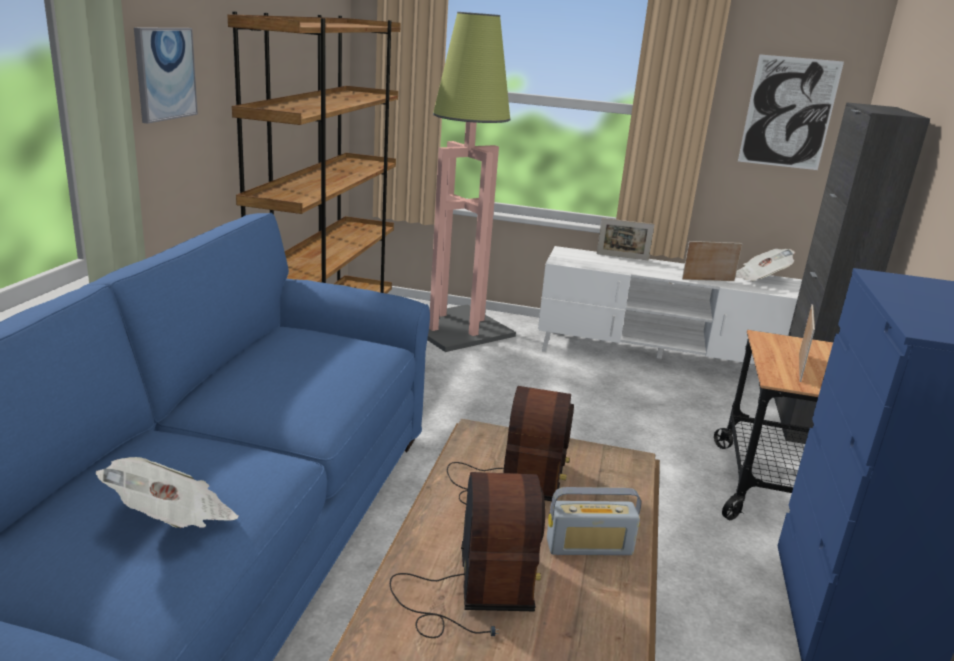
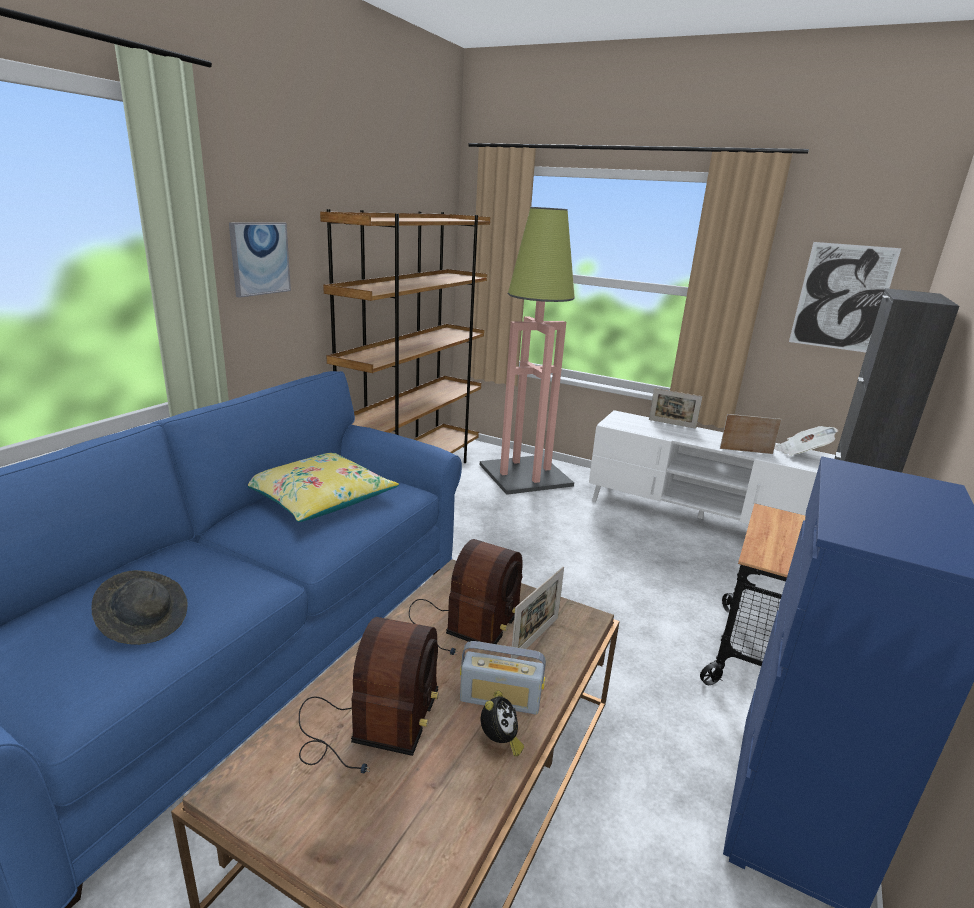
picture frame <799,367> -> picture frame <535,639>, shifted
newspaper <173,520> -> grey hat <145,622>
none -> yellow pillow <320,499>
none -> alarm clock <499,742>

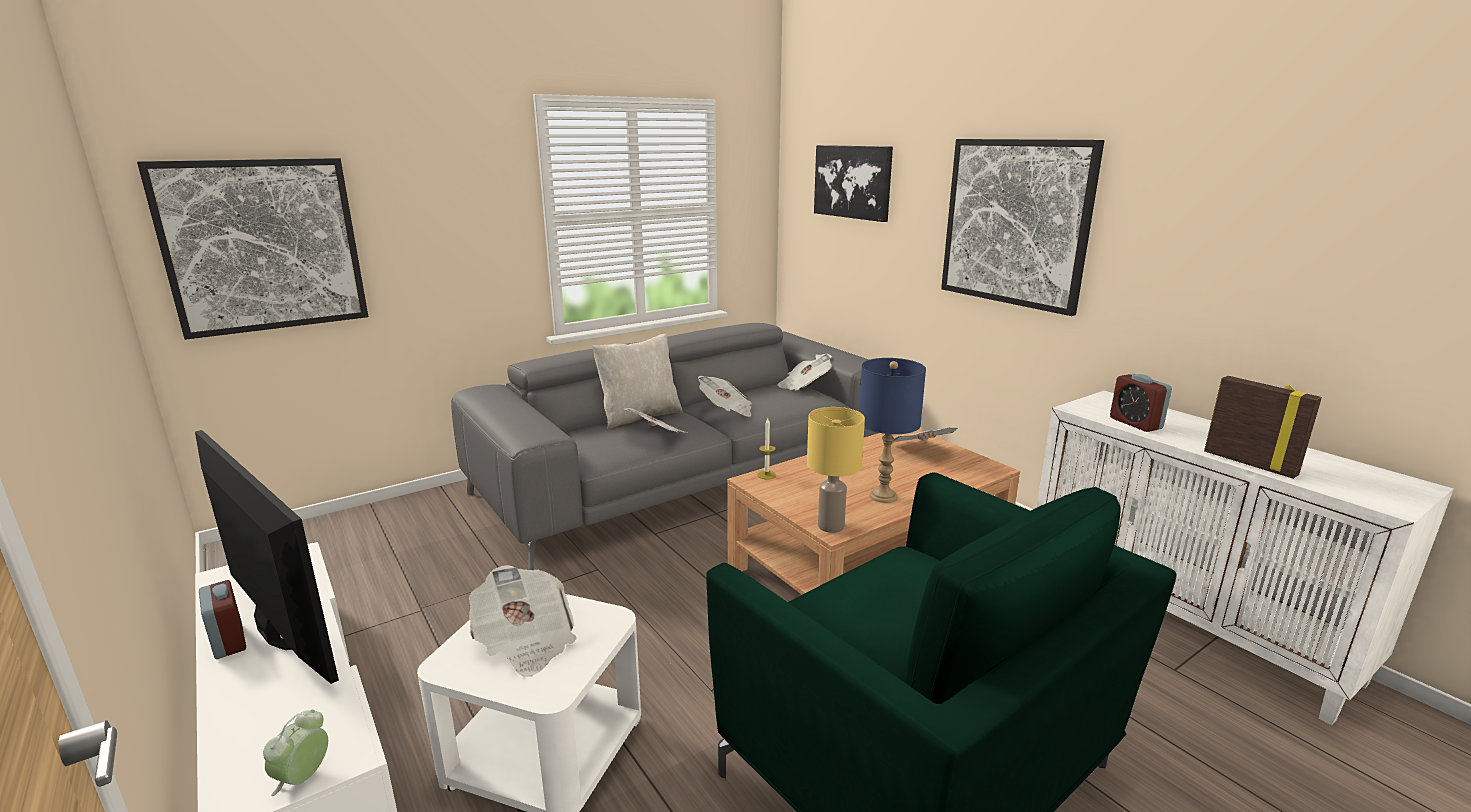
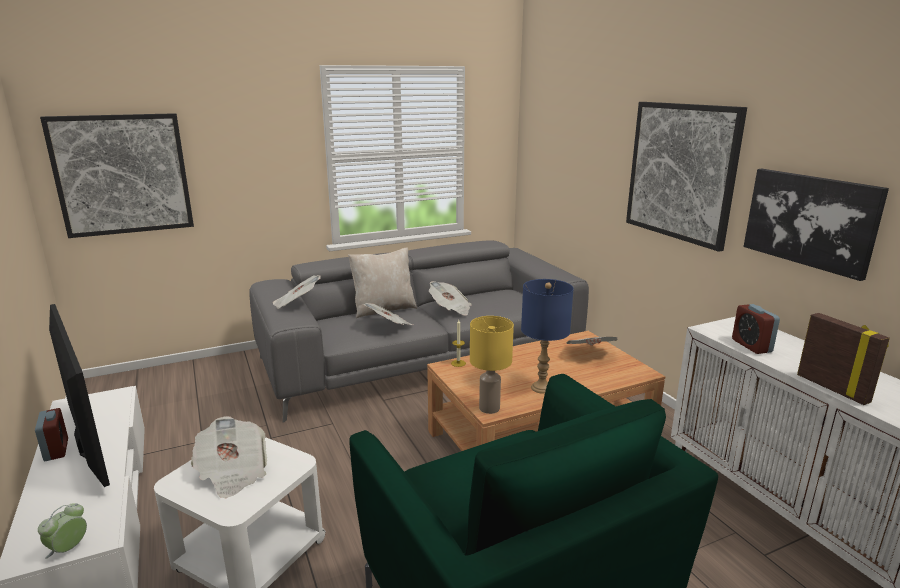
picture <853,182> -> picture <810,220>, shifted
newspaper <804,386> -> newspaper <296,304>, shifted

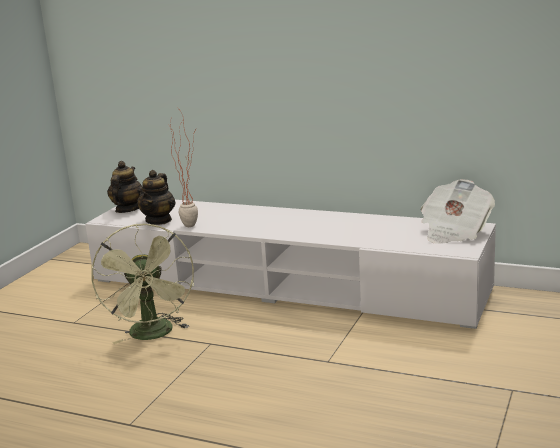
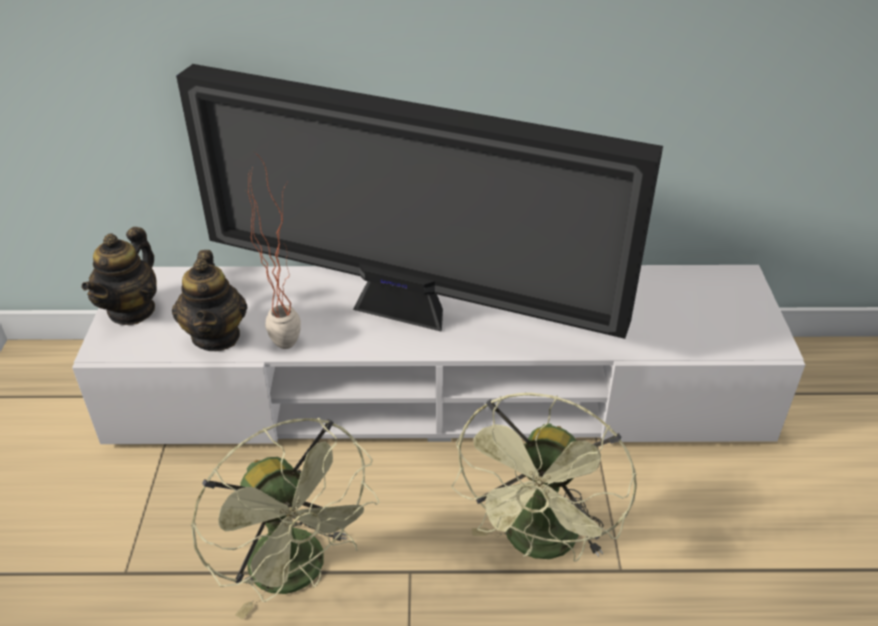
teapot <127,209> -> teapot <132,310>, 150 degrees counterclockwise
newspaper <454,231> -> none
none -> television <408,314>
none -> green fan <540,545>

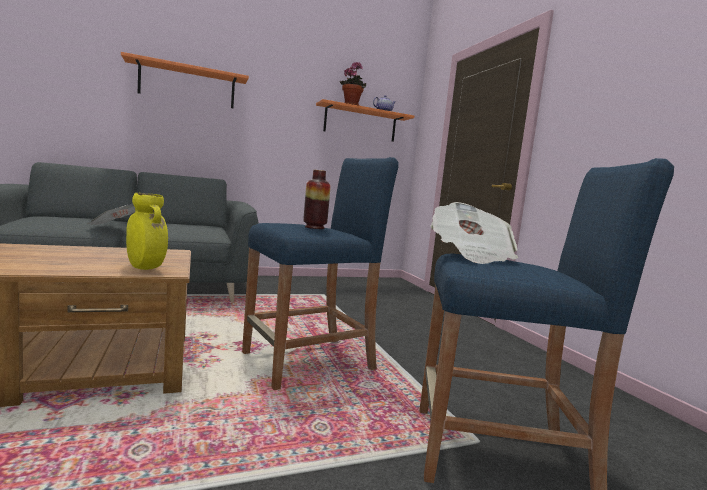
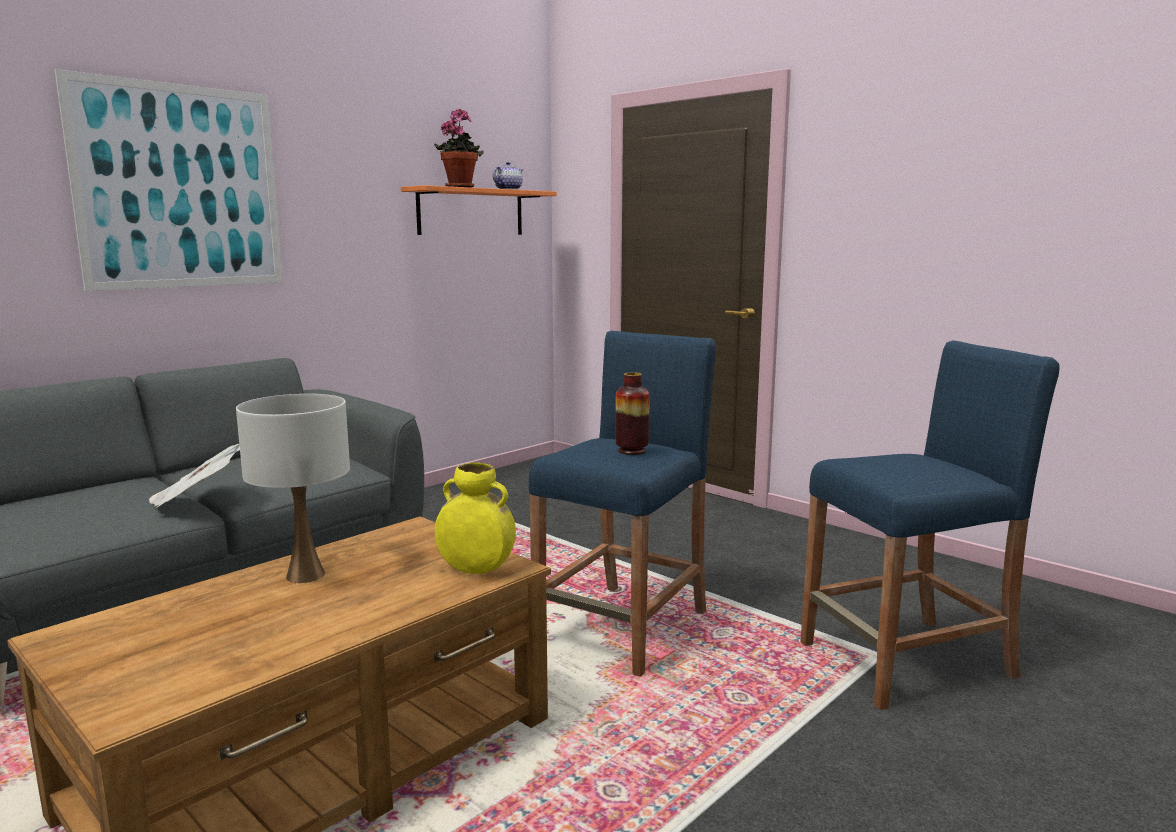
orange shelf <188,86> -> picture <180,187>
newspaper <470,256> -> none
none -> white table lamp <306,575>

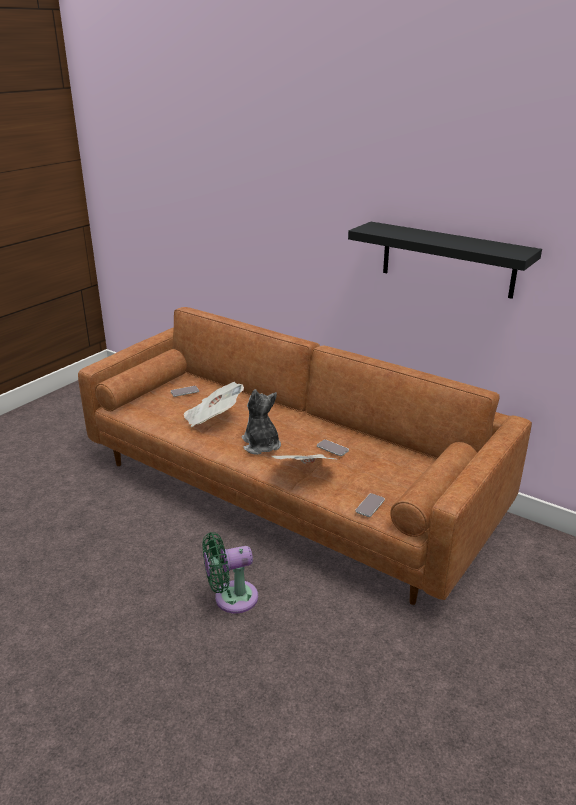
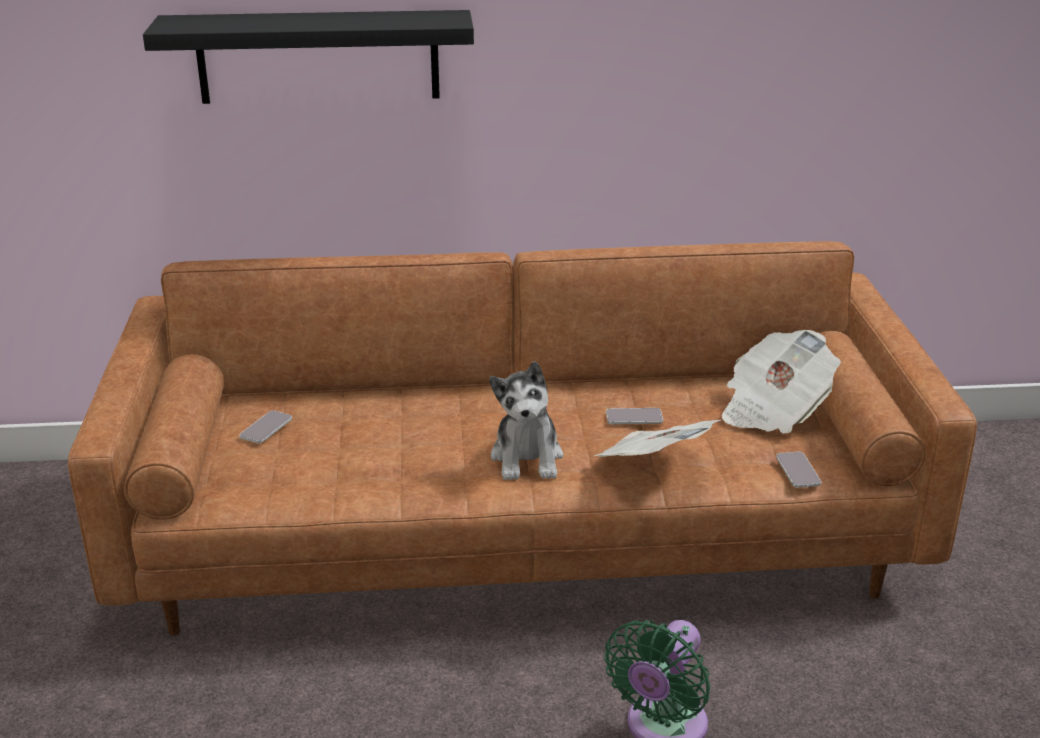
black shelf <447,259> -> black shelf <318,57>, shifted
newspaper <213,418> -> newspaper <774,409>, shifted
plush toy <261,445> -> plush toy <527,458>, 120 degrees counterclockwise

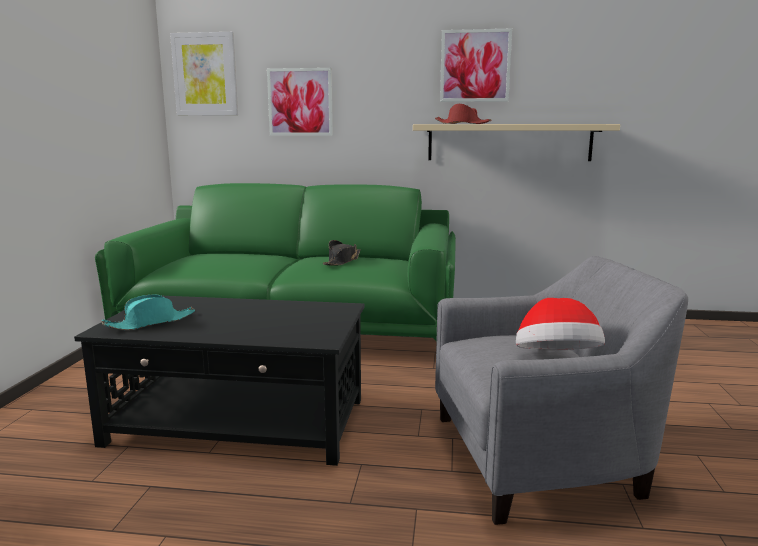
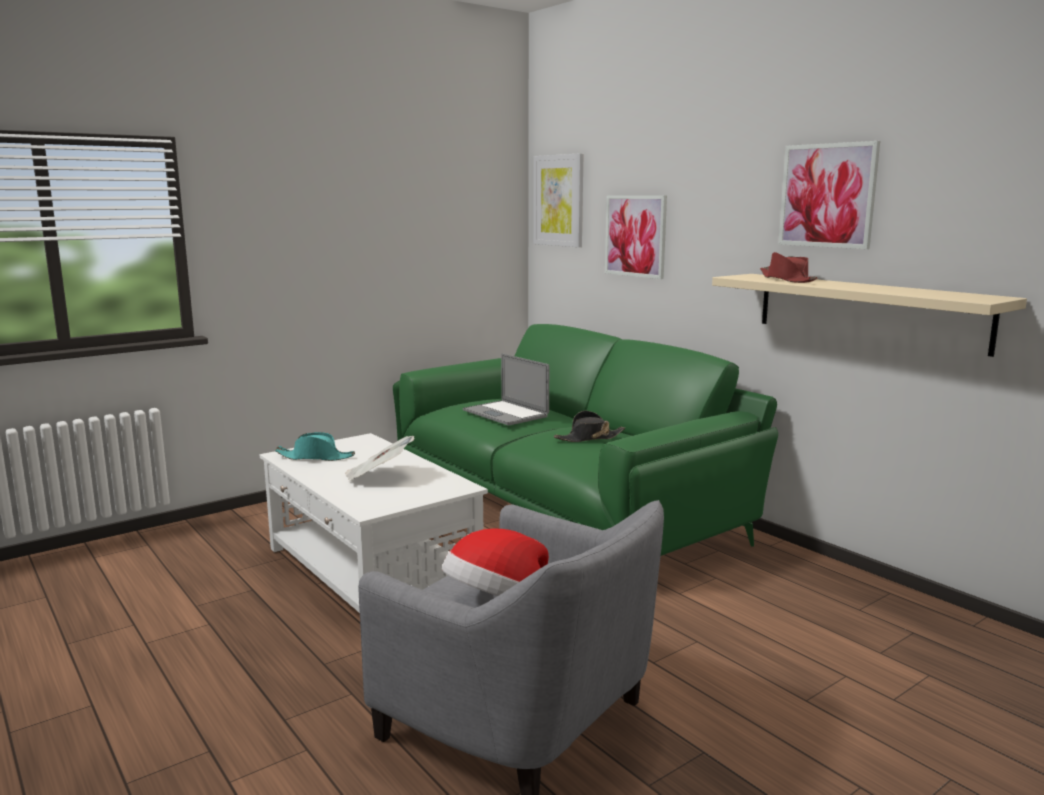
black coffee table <239,422> -> white coffee table <371,571>
none -> laptop <505,413>
none -> newspaper <378,477>

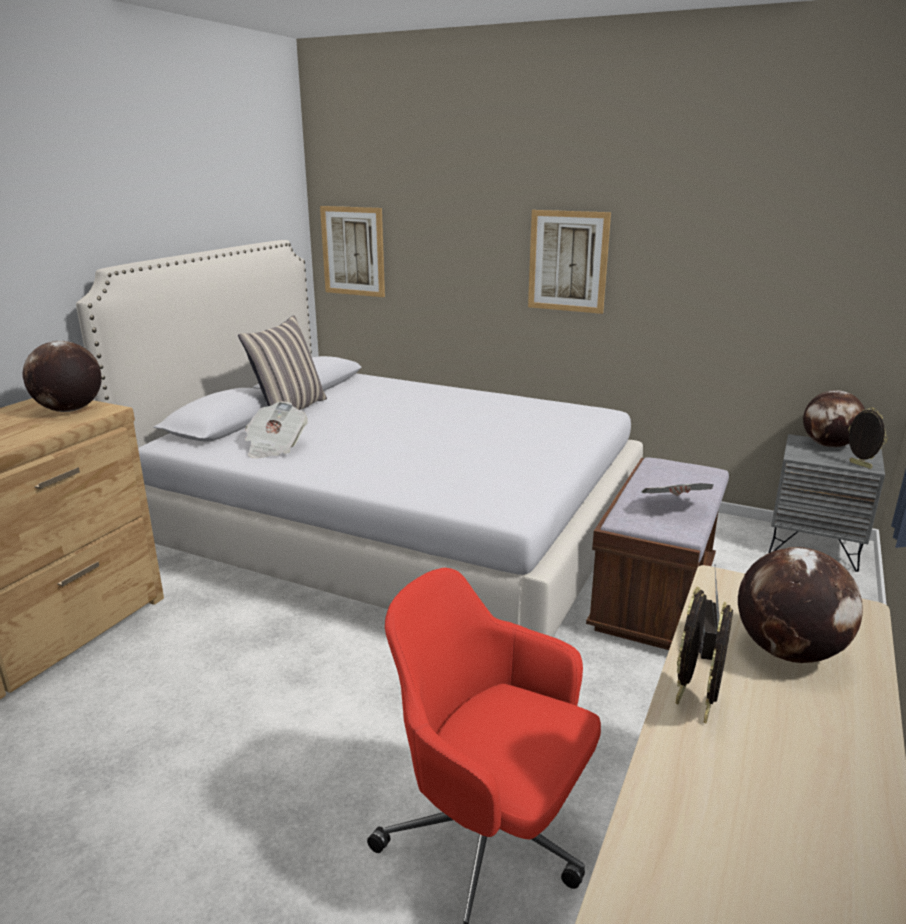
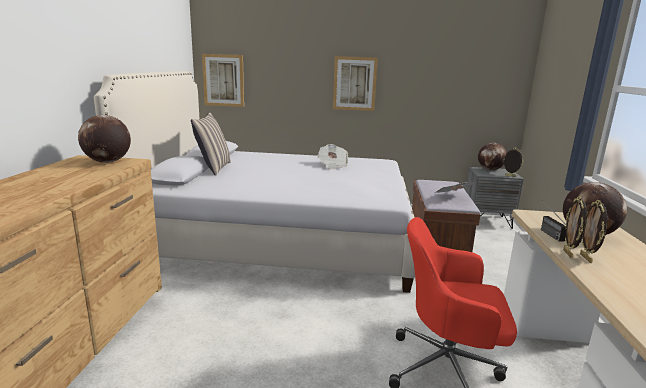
newspaper <275,447> -> newspaper <332,165>, shifted

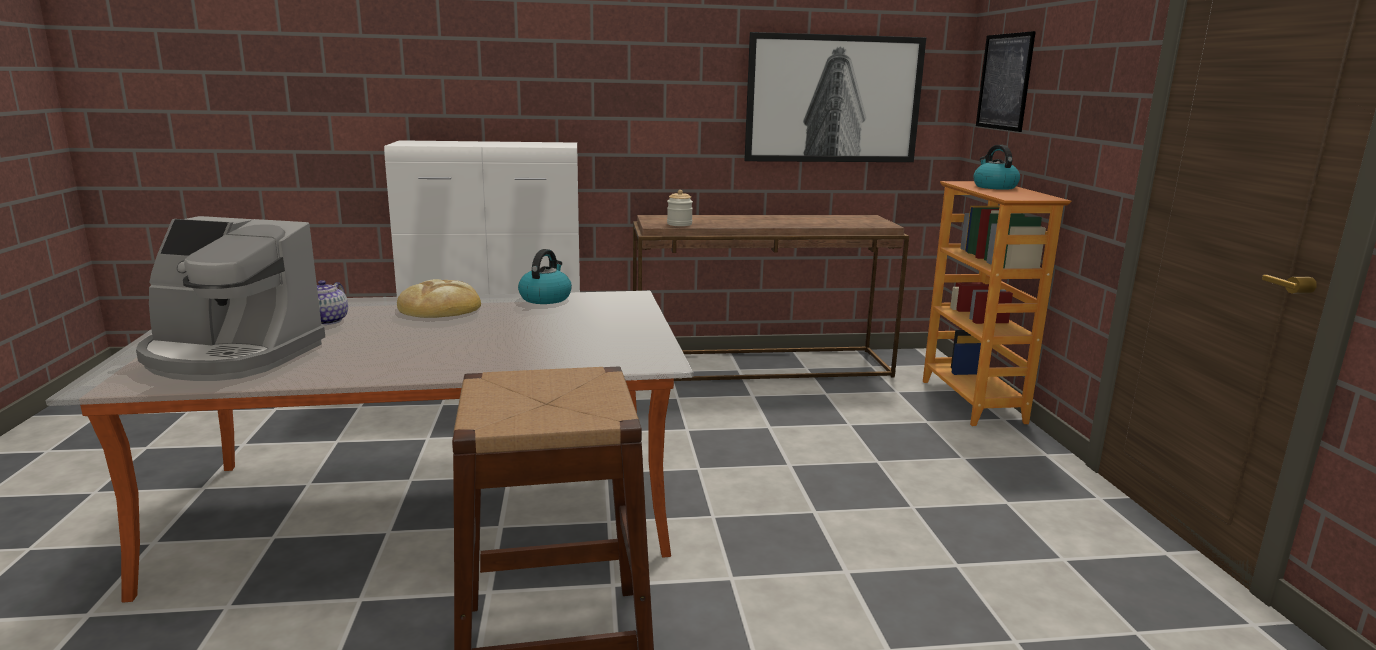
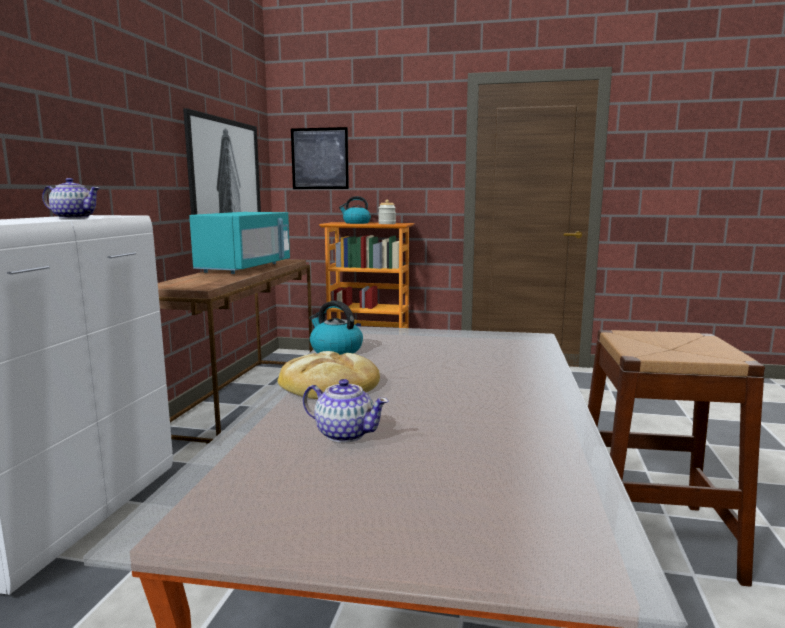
jar <679,224> -> jar <387,224>, shifted
coffee machine <230,355> -> none
none -> teapot <74,218>
none -> turquoise microwave <245,268>

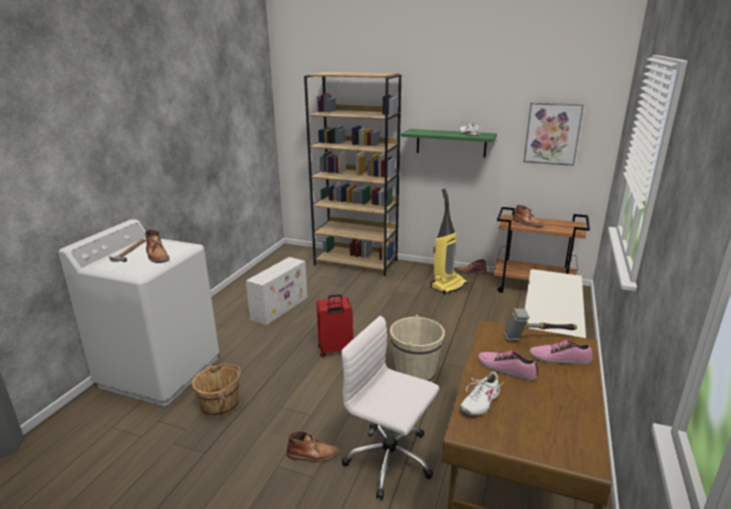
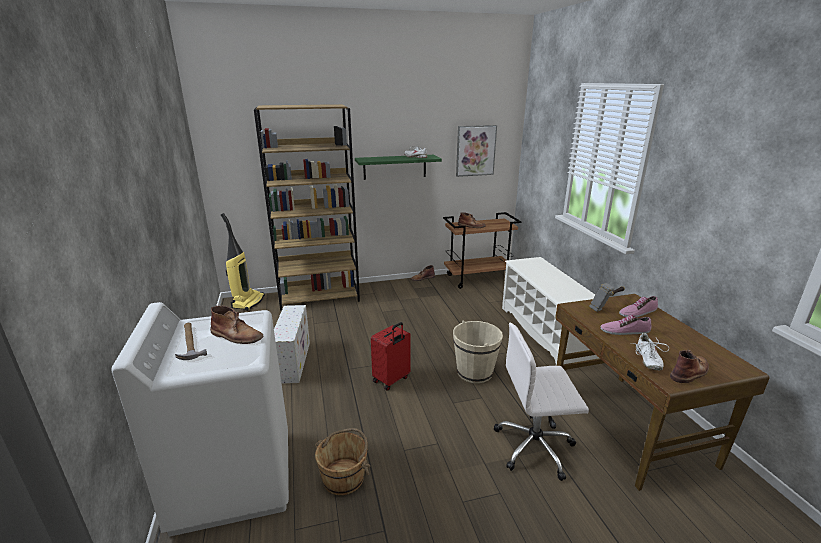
vacuum cleaner <448,285> -> vacuum cleaner <248,302>, shifted
brown boot <313,454> -> brown boot <690,372>, shifted

